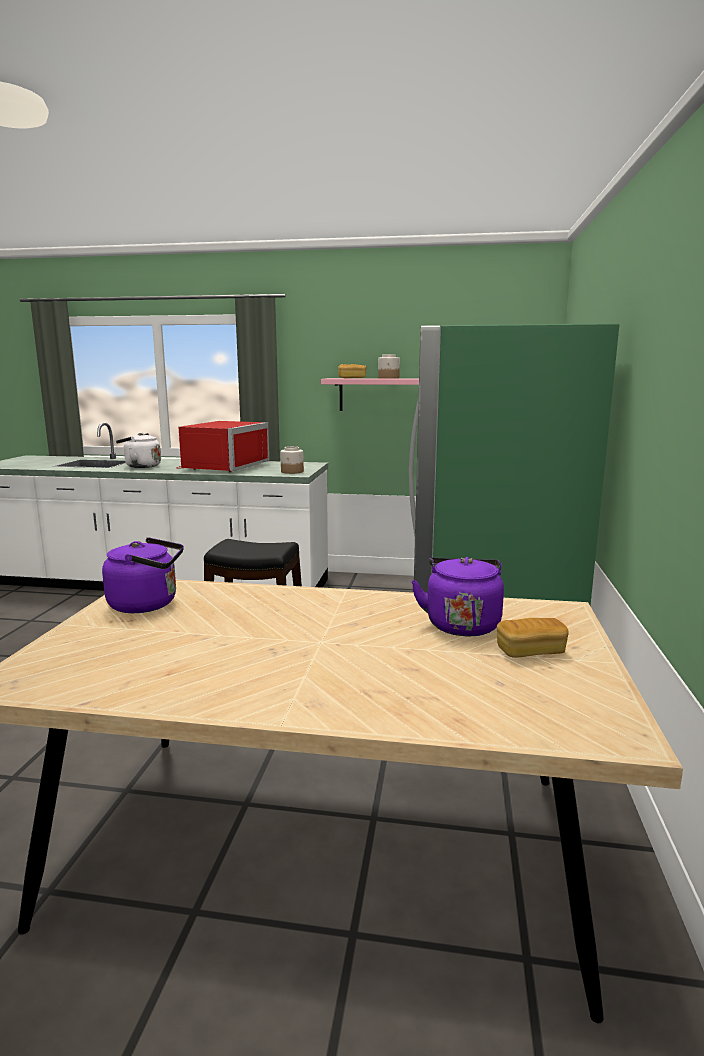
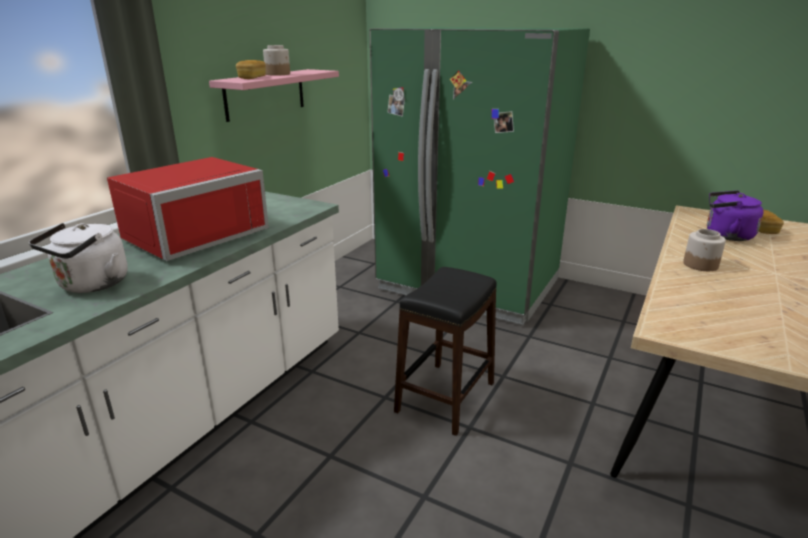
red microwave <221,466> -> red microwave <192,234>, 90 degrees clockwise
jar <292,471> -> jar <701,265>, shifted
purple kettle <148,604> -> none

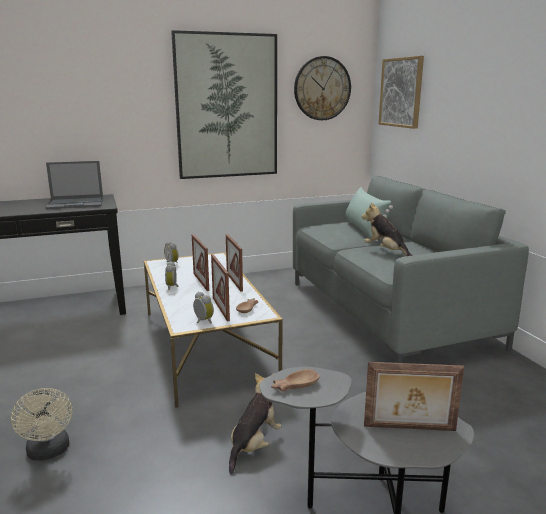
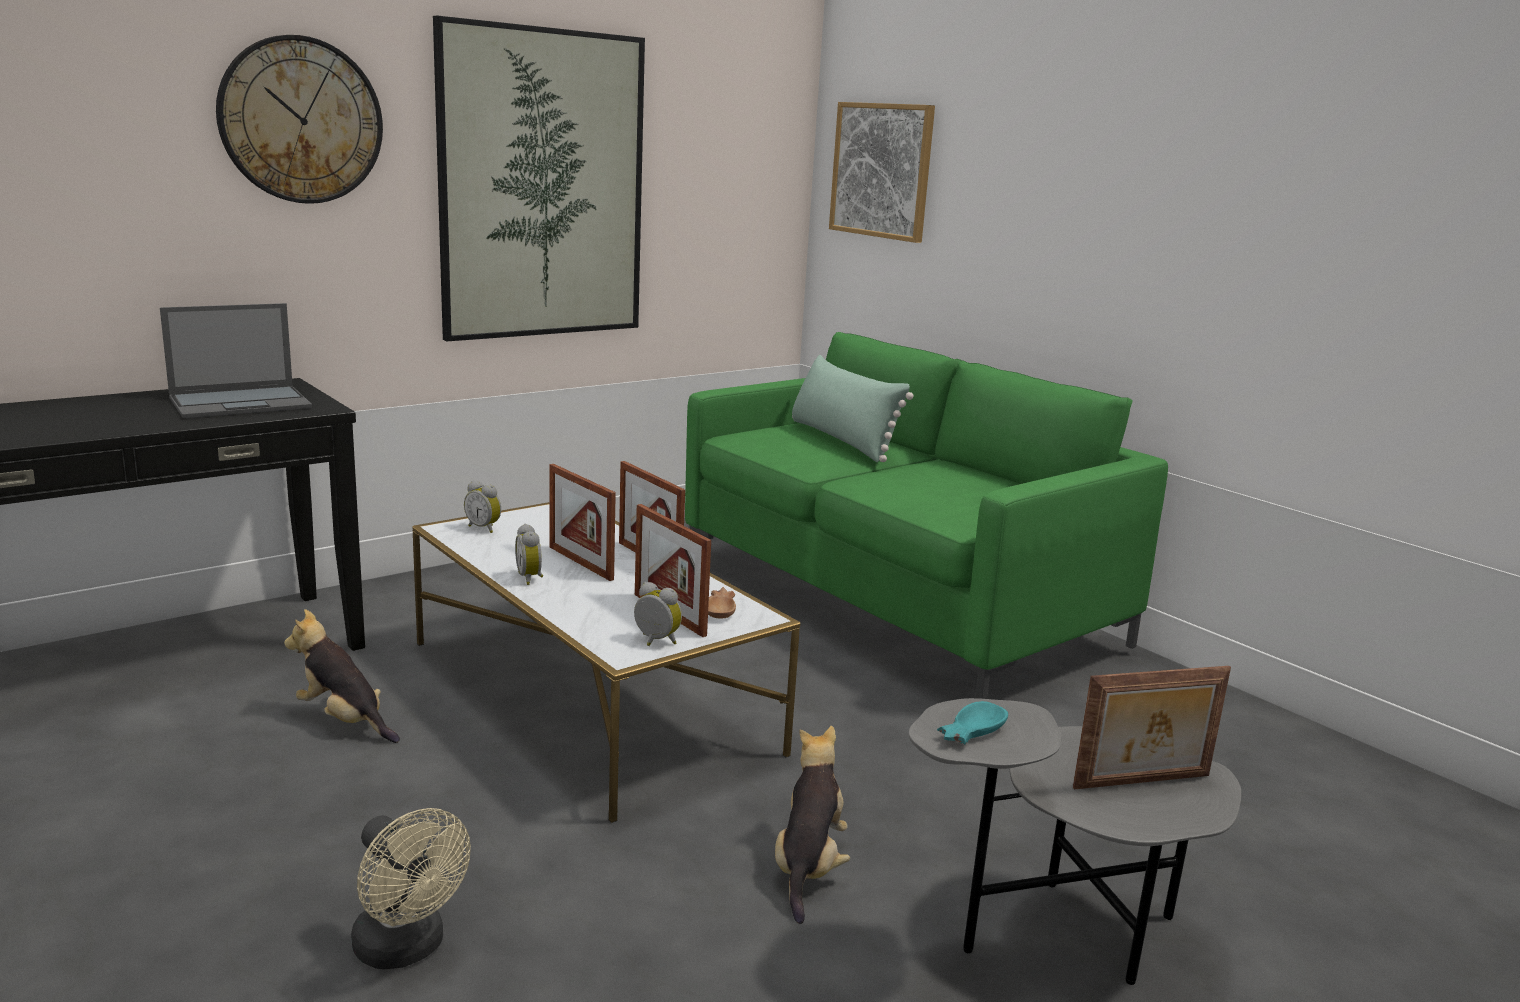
wall clock <322,88> -> wall clock <301,120>, shifted
grey sofa <385,314> -> green sofa <893,601>
plush toy <386,252> -> plush toy <344,720>, shifted
brown bowl <294,385> -> turquoise bowl <969,732>

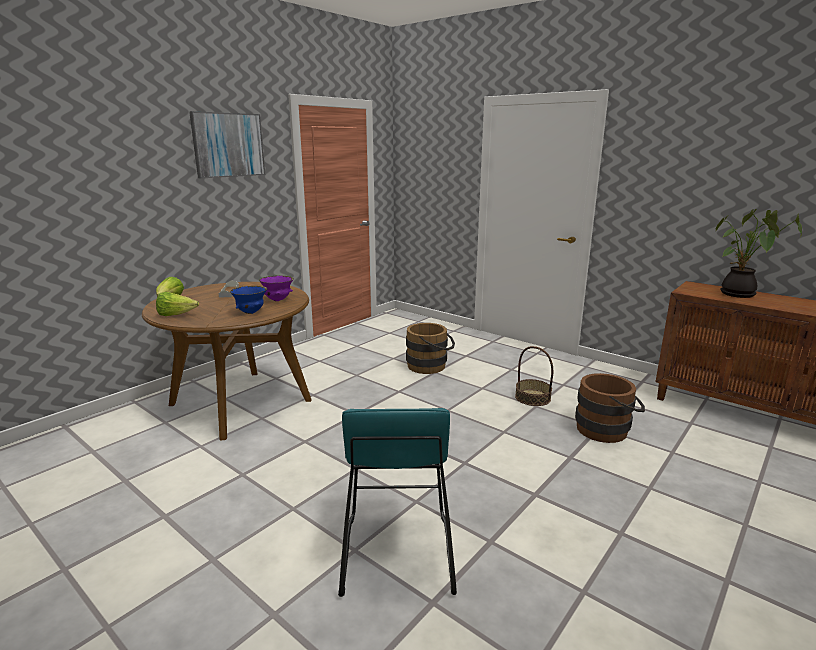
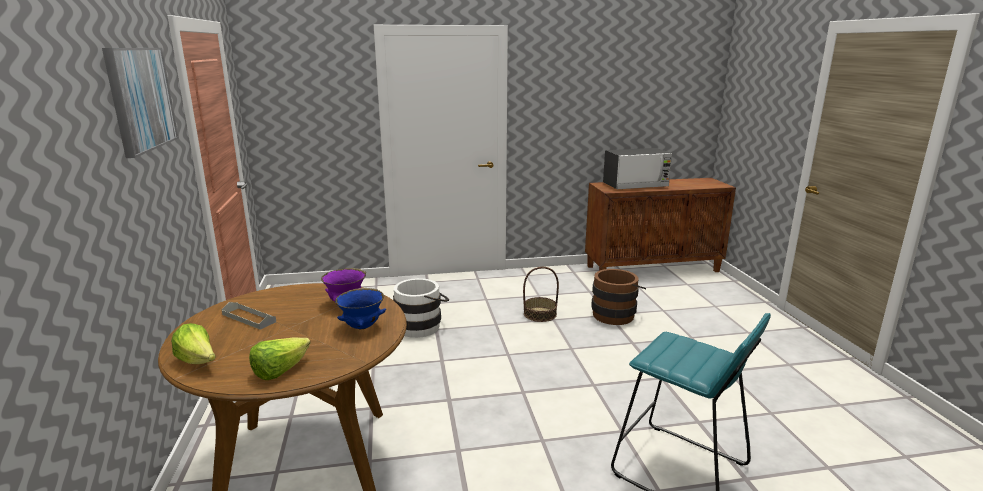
potted plant <739,295> -> microwave <635,185>
brown bucket <430,366> -> white bucket <422,326>

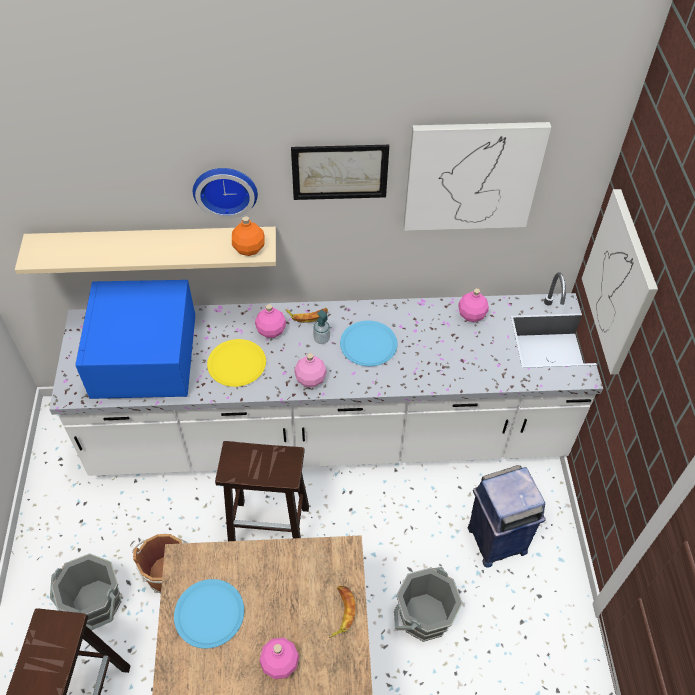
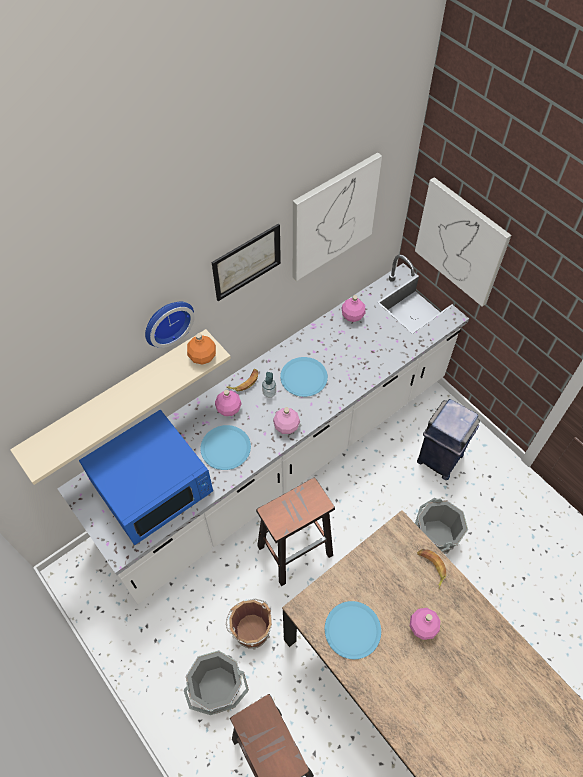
blue microwave <144,358> -> blue microwave <153,487>, 90 degrees counterclockwise
yellow plate <236,363> -> blue plate <225,448>

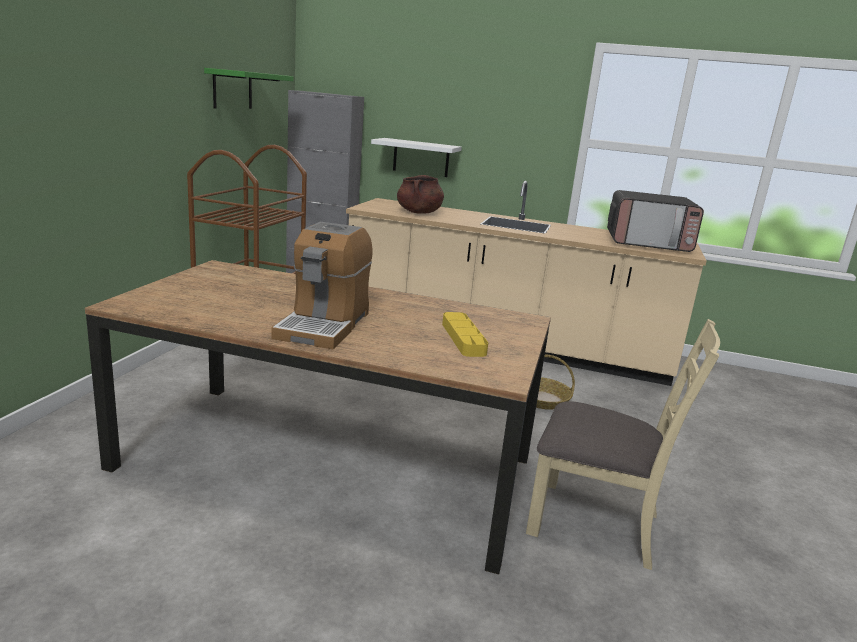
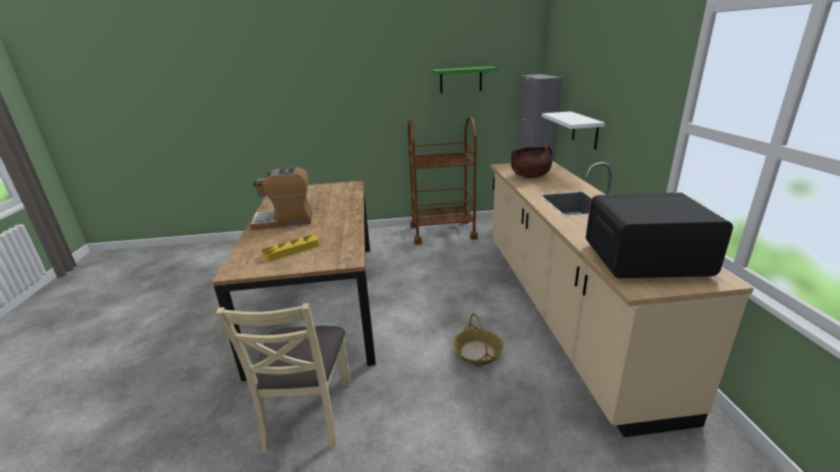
microwave <648,243> -> microwave <644,260>, 105 degrees clockwise

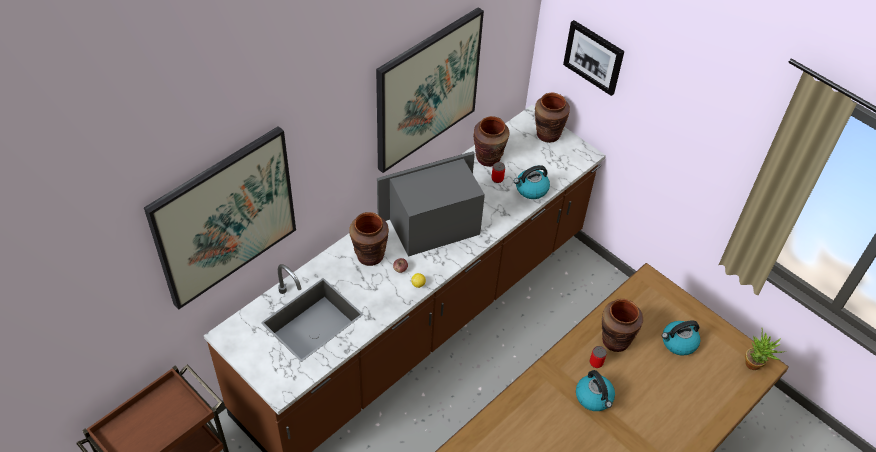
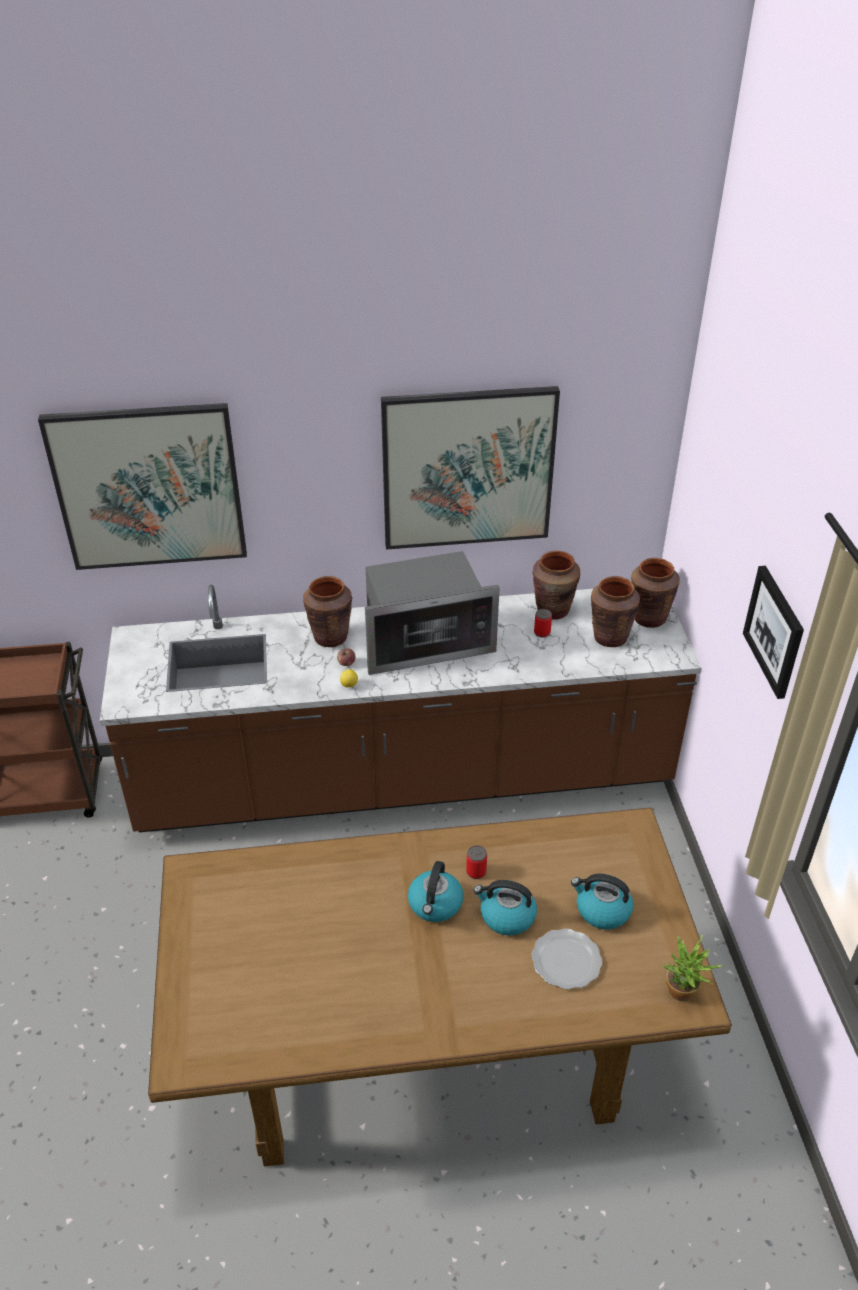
picture <594,57> -> picture <775,631>, shifted
microwave <433,225> -> microwave <424,641>, 150 degrees clockwise
kettle <531,189> -> kettle <506,916>, shifted
brown vase <615,340> -> brown vase <610,637>, shifted
none -> plate <565,960>

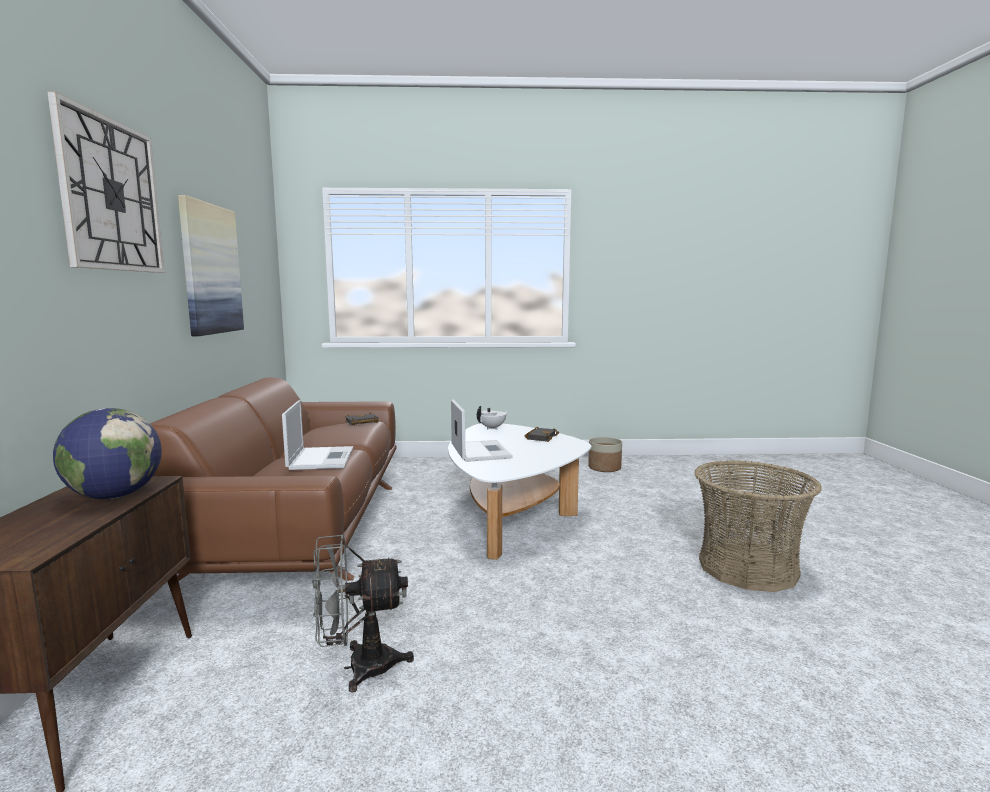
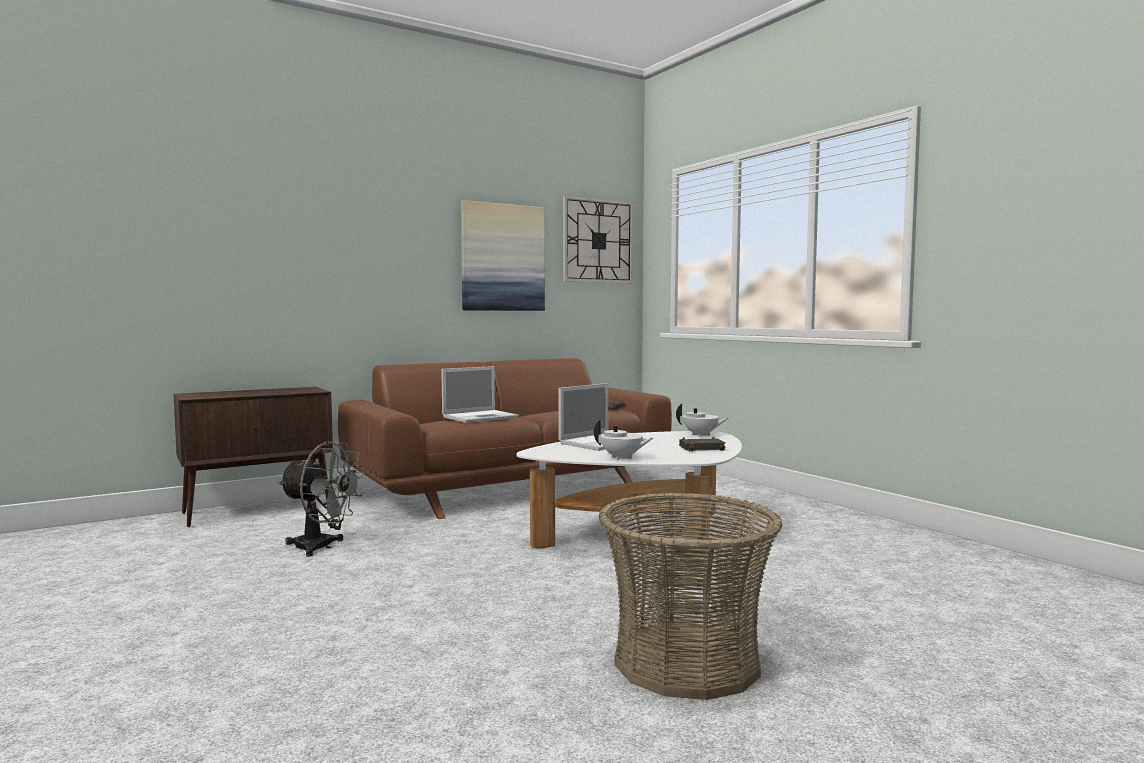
wall clock <111,195> -> wall clock <598,241>, shifted
globe <114,496> -> none
planter <604,468> -> none
grey fan <358,667> -> grey fan <322,547>, 150 degrees clockwise
none -> white teapot <622,458>

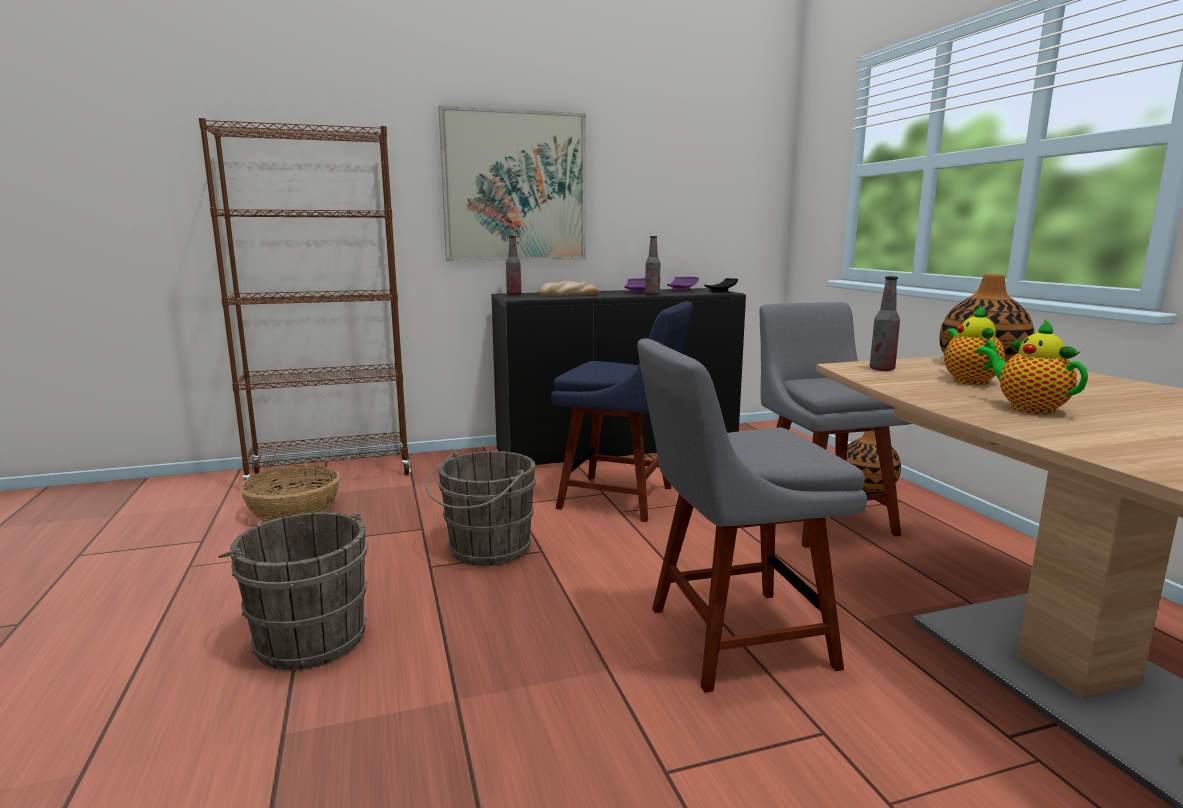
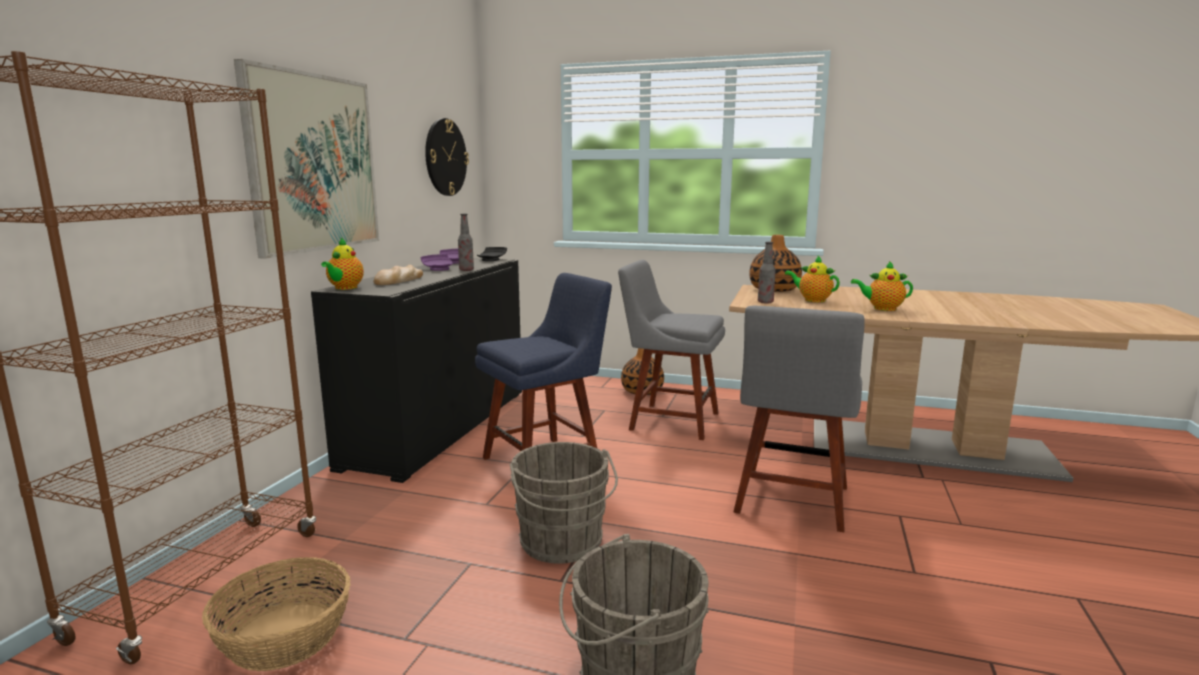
bottle <514,294> -> teapot <344,288>
none -> wall clock <445,157>

